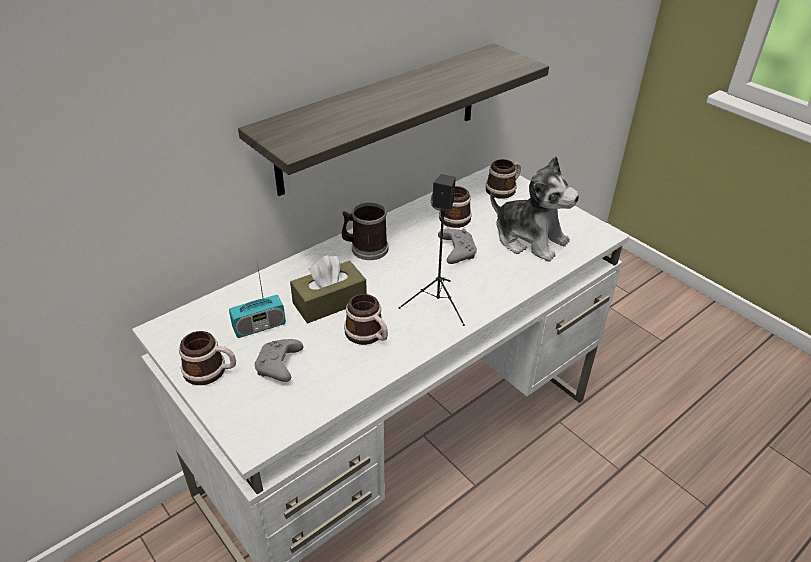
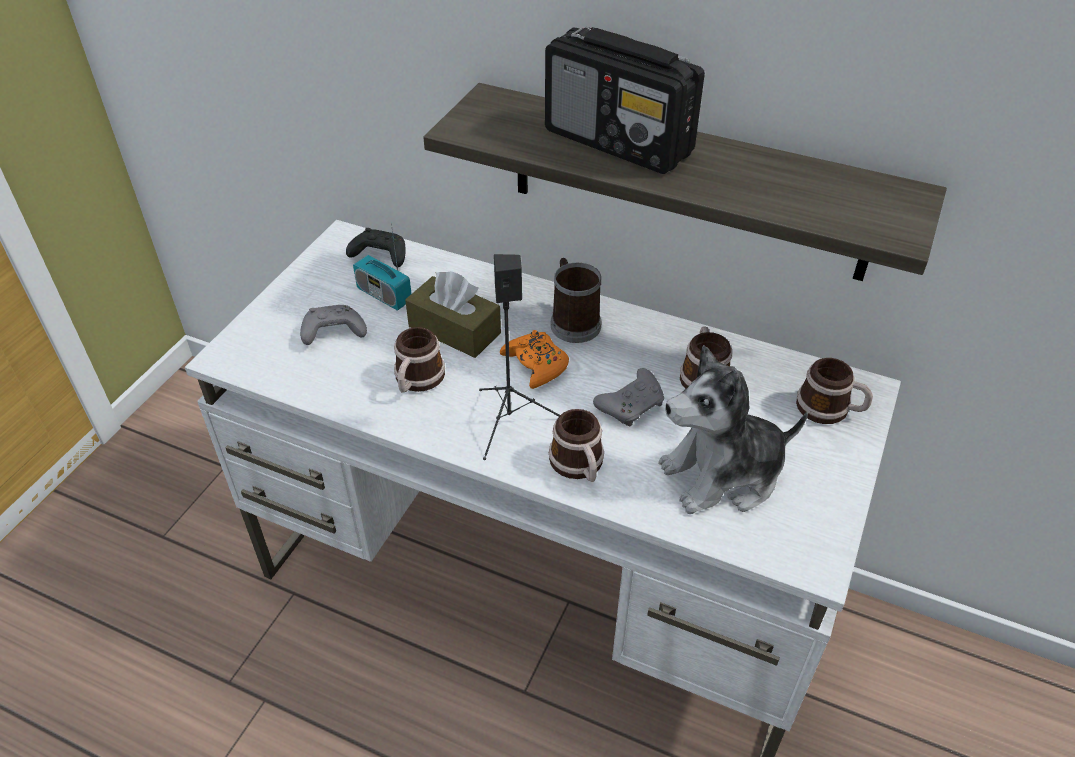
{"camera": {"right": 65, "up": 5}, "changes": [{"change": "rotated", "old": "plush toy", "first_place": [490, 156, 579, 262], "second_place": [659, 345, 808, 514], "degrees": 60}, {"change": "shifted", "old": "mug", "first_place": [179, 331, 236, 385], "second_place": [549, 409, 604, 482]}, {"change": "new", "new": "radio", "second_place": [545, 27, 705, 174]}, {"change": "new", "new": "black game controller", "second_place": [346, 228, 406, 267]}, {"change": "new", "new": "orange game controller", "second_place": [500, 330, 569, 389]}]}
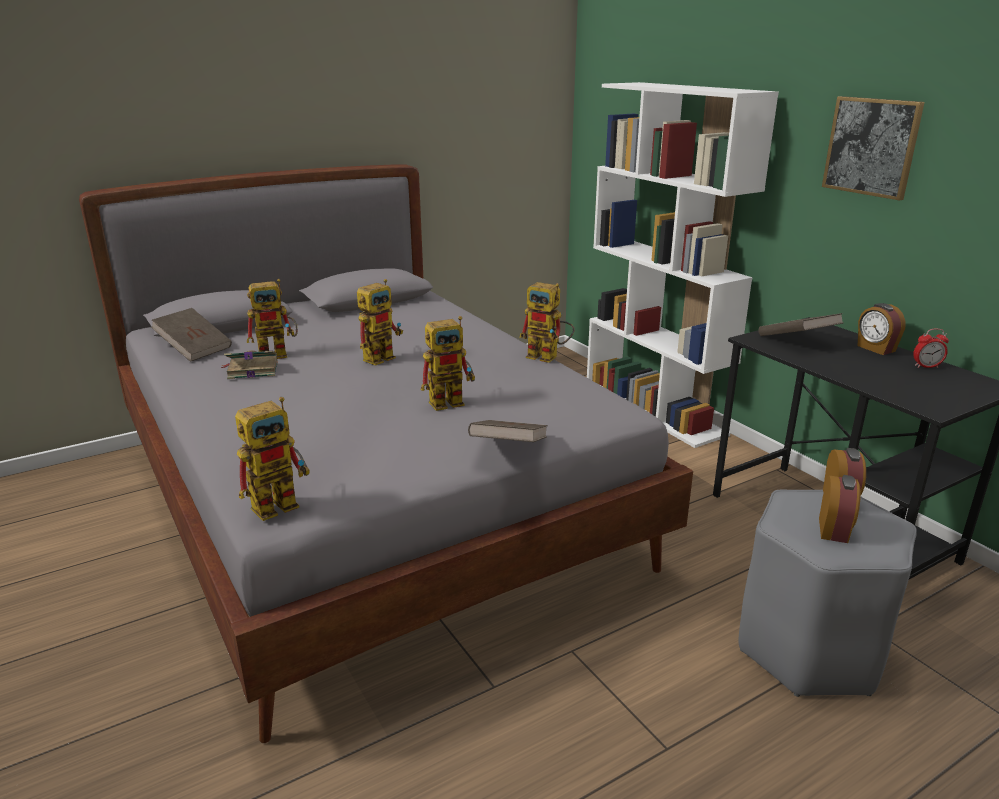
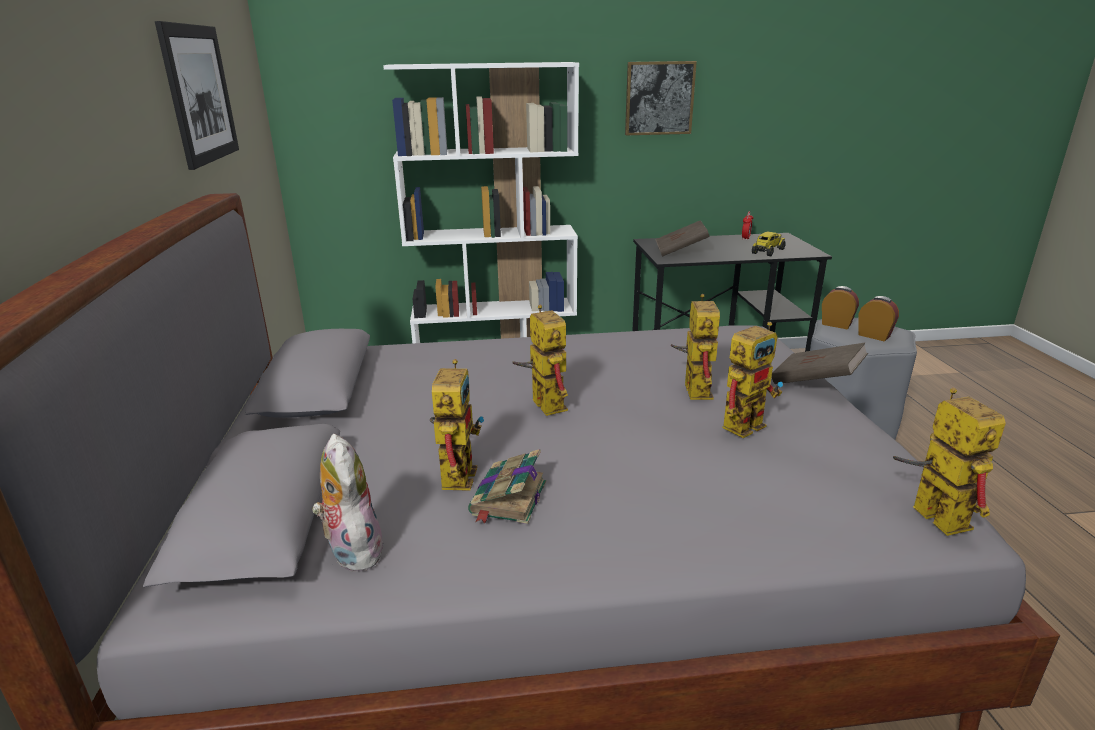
{"camera": {"right": -65, "up": 0}, "changes": [{"change": "shifted", "old": "toy robot", "first_place": [519, 282, 575, 363], "second_place": [723, 322, 783, 438]}, {"change": "gone", "old": "alarm clock", "first_place": [858, 303, 906, 355]}, {"change": "swapped", "old": "brown book", "new": "plush toy", "first_place": [151, 308, 232, 362], "second_place": [312, 434, 384, 572]}, {"change": "new", "new": "picture", "second_place": [155, 21, 239, 170]}, {"change": "new", "new": "toy truck", "second_place": [752, 232, 786, 256]}]}
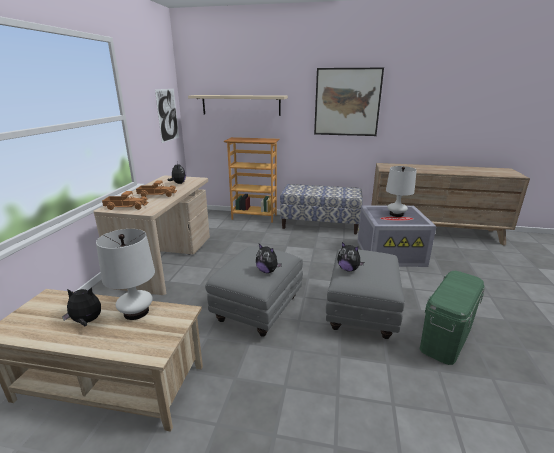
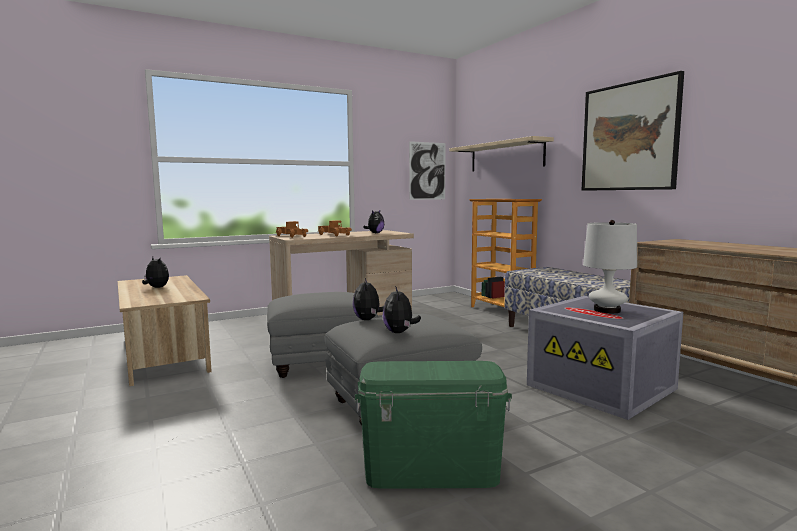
{"camera": {"right": 50, "up": -15}, "changes": [{"change": "gone", "old": "white table lamp", "first_place": [96, 229, 155, 320]}, {"change": "shifted", "old": "plush toy", "first_place": [256, 244, 282, 273], "second_place": [383, 286, 421, 333]}]}
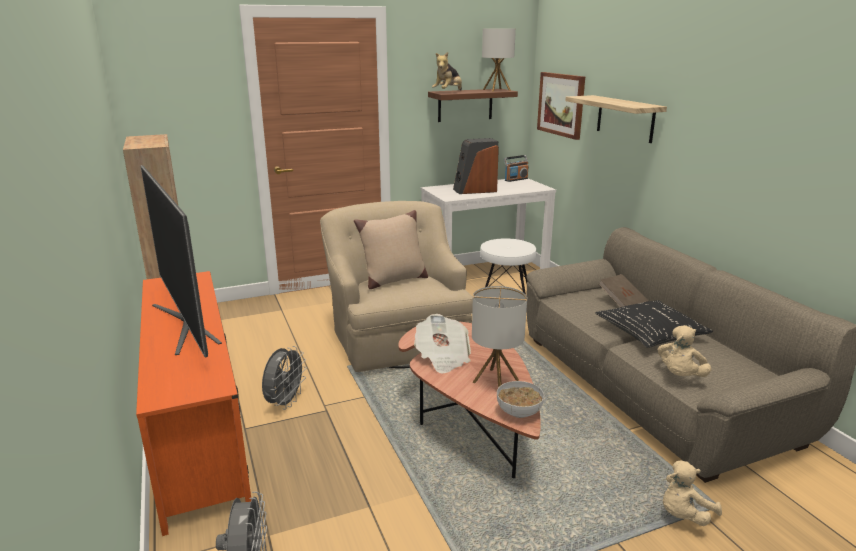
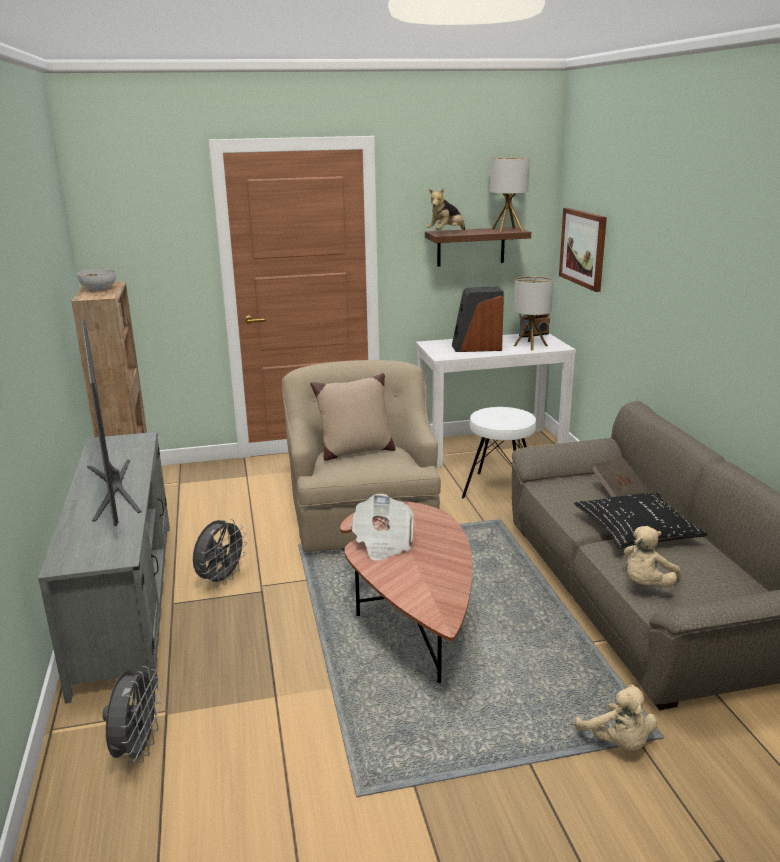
{"camera": {"right": 10, "up": 0}, "changes": [{"change": "gone", "old": "shelf", "first_place": [565, 95, 667, 143]}, {"change": "repainted", "old": "orange tv stand", "new": "grey tv stand", "first_place": [136, 271, 252, 536], "second_place": [38, 432, 170, 704]}, {"change": "shifted", "old": "table lamp", "first_place": [472, 286, 527, 388], "second_place": [514, 276, 553, 351]}, {"change": "shifted", "old": "bowl", "first_place": [497, 381, 544, 418], "second_place": [77, 269, 116, 291]}, {"change": "rotated", "old": "beige plush toy", "first_place": [663, 461, 722, 526], "second_place": [575, 685, 658, 750], "degrees": -90}]}
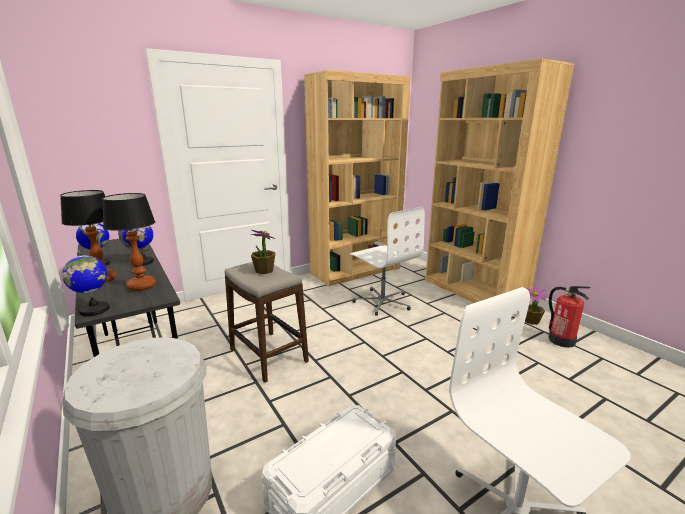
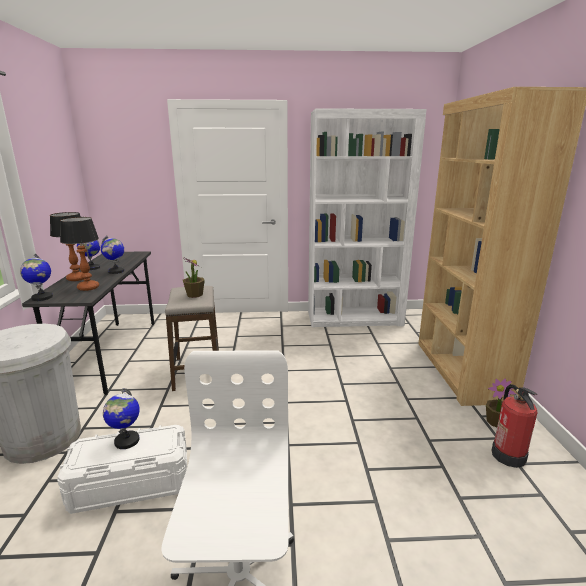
{"camera": {"right": 30, "up": 0}, "changes": [{"change": "repainted", "old": "brown bookcase", "new": "white bookcase", "first_place": [304, 70, 411, 286], "second_place": [308, 108, 426, 327]}, {"change": "gone", "old": "white office chair", "first_place": [350, 207, 425, 316]}, {"change": "new", "new": "globe", "second_place": [103, 388, 140, 449]}]}
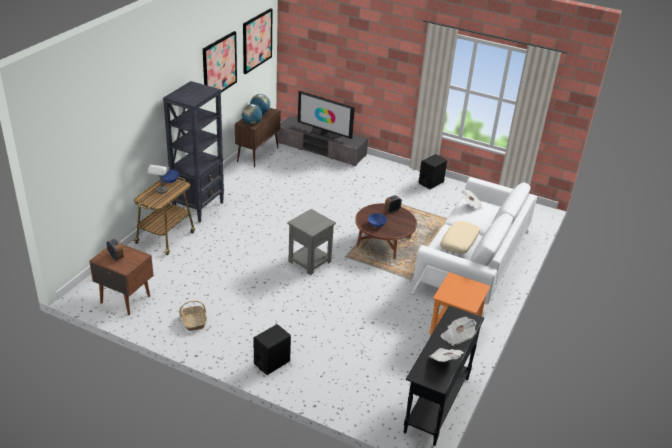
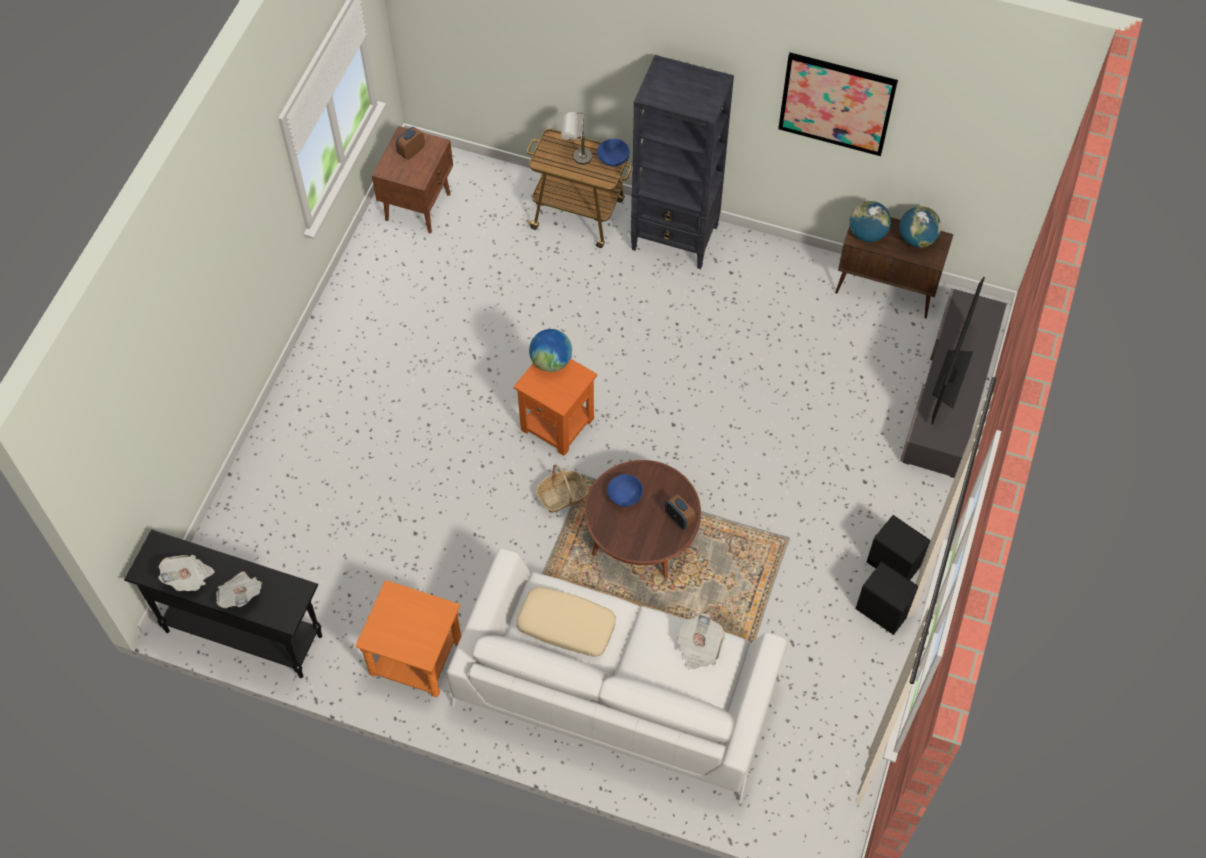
{"camera": {"right": 85, "up": 25}, "changes": [{"change": "gone", "old": "picture", "first_place": [243, 8, 273, 74]}, {"change": "repainted", "old": "grey side table", "new": "orange side table", "first_place": [287, 209, 336, 275], "second_place": [514, 359, 597, 456]}, {"change": "shifted", "old": "basket", "first_place": [179, 301, 207, 331], "second_place": [536, 464, 589, 513]}, {"change": "shifted", "old": "black speaker", "first_place": [254, 324, 291, 375], "second_place": [867, 515, 931, 580]}, {"change": "new", "new": "globe", "second_place": [529, 329, 572, 372]}]}
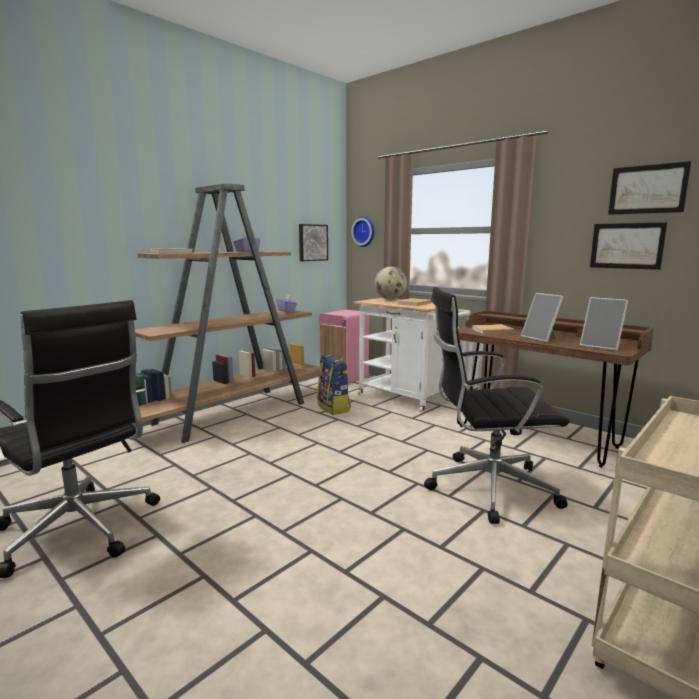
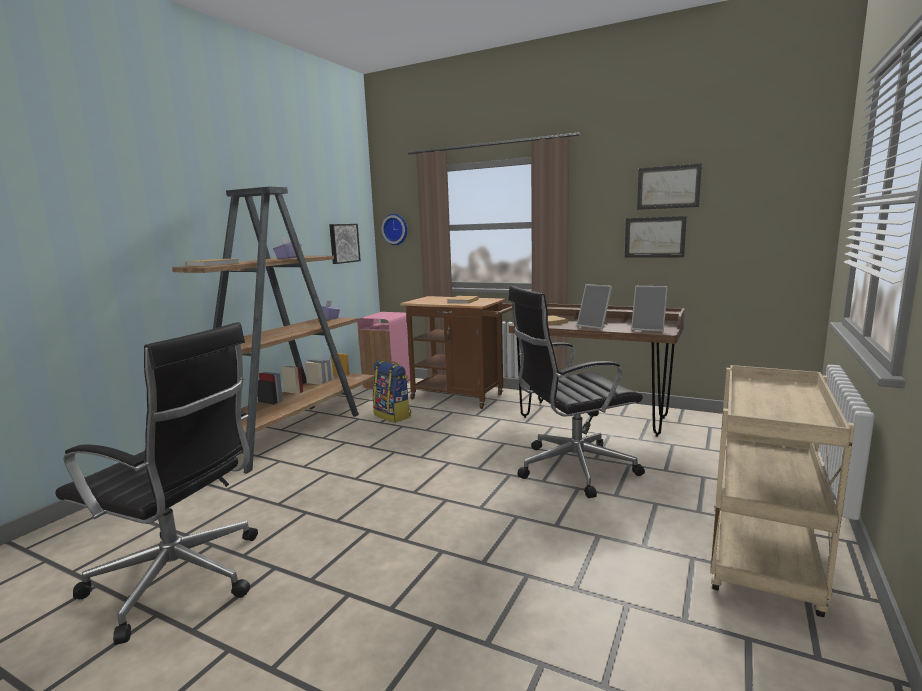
{"camera": {"right": -15, "up": 0}, "changes": [{"change": "gone", "old": "globe", "first_place": [375, 267, 407, 300]}, {"change": "repainted", "old": "white cart", "new": "brown cart", "first_place": [354, 298, 470, 413], "second_place": [400, 296, 513, 409]}]}
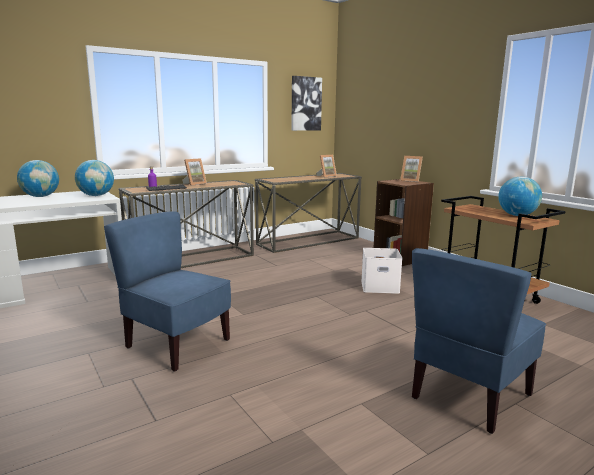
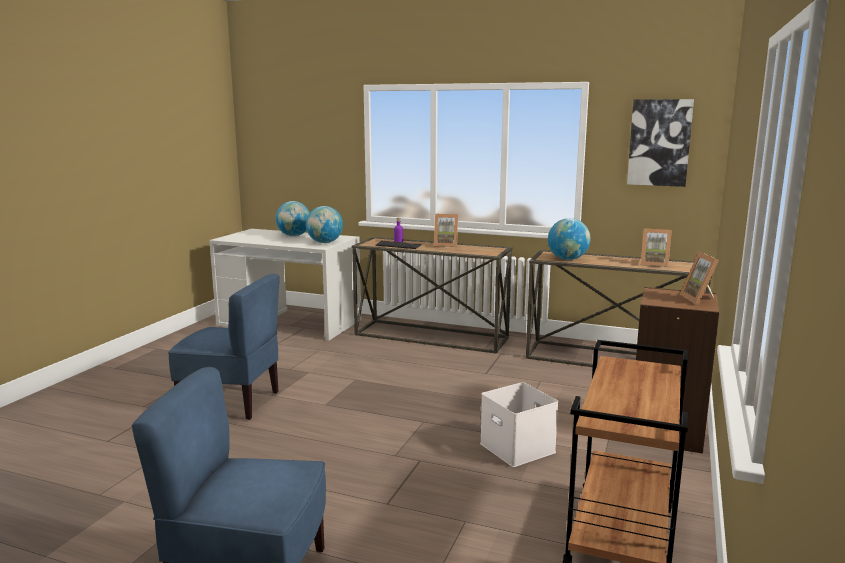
{"camera": {"right": 55, "up": 0}, "changes": [{"change": "shifted", "old": "globe", "first_place": [498, 177, 542, 216], "second_place": [548, 218, 591, 260]}, {"change": "rotated", "old": "blue chair", "first_place": [104, 211, 231, 372], "second_place": [168, 274, 279, 420], "degrees": 105}]}
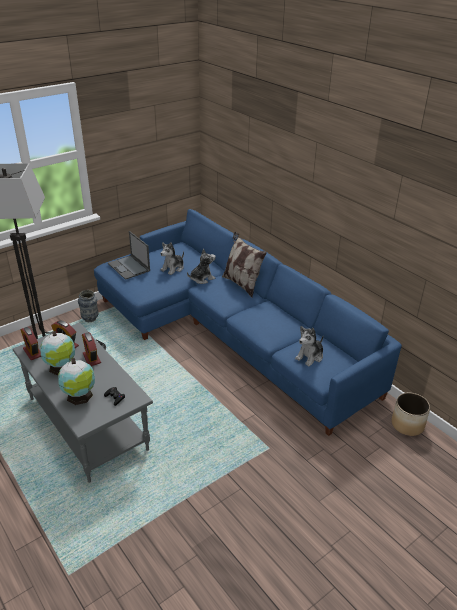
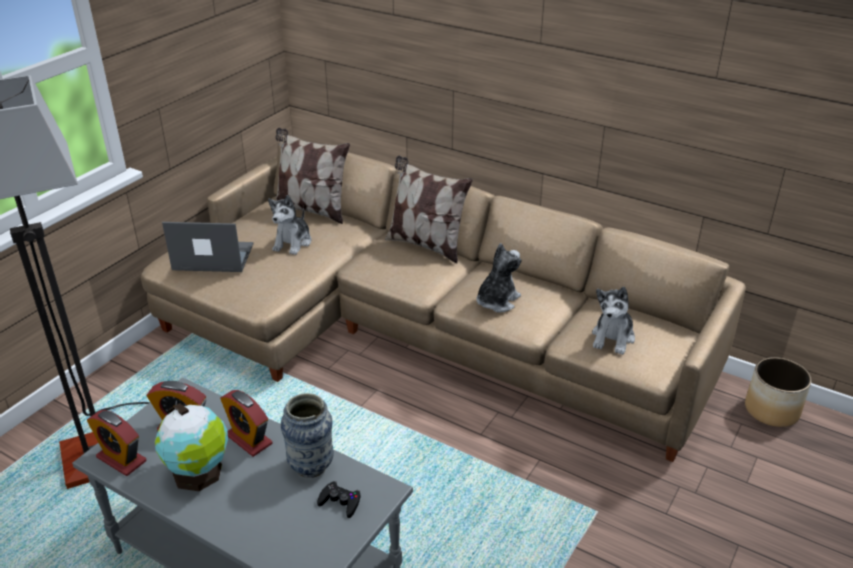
{"camera": {"right": -20, "up": 0}, "changes": [{"change": "repainted", "old": "blue sofa", "new": "beige sofa", "first_place": [94, 209, 402, 436], "second_place": [141, 135, 746, 462]}, {"change": "rotated", "old": "laptop", "first_place": [108, 231, 150, 280], "second_place": [162, 222, 253, 272], "degrees": 150}, {"change": "shifted", "old": "plush toy", "first_place": [187, 249, 216, 284], "second_place": [476, 243, 521, 313]}, {"change": "shifted", "old": "vase", "first_place": [78, 290, 99, 322], "second_place": [281, 393, 334, 478]}, {"change": "gone", "old": "globe", "first_place": [58, 358, 95, 405]}, {"change": "new", "new": "pillow", "second_place": [275, 128, 350, 224]}]}
